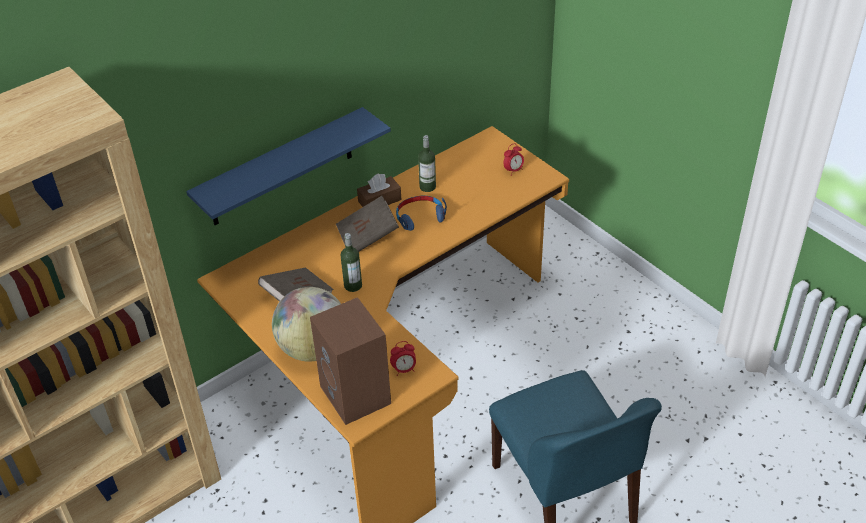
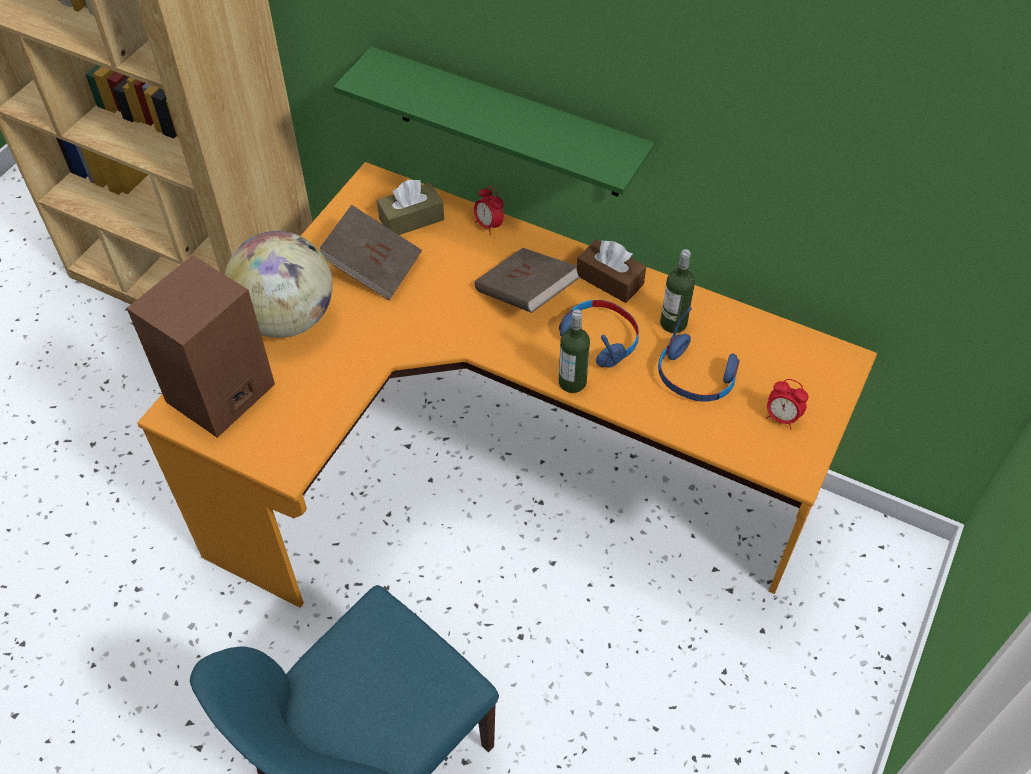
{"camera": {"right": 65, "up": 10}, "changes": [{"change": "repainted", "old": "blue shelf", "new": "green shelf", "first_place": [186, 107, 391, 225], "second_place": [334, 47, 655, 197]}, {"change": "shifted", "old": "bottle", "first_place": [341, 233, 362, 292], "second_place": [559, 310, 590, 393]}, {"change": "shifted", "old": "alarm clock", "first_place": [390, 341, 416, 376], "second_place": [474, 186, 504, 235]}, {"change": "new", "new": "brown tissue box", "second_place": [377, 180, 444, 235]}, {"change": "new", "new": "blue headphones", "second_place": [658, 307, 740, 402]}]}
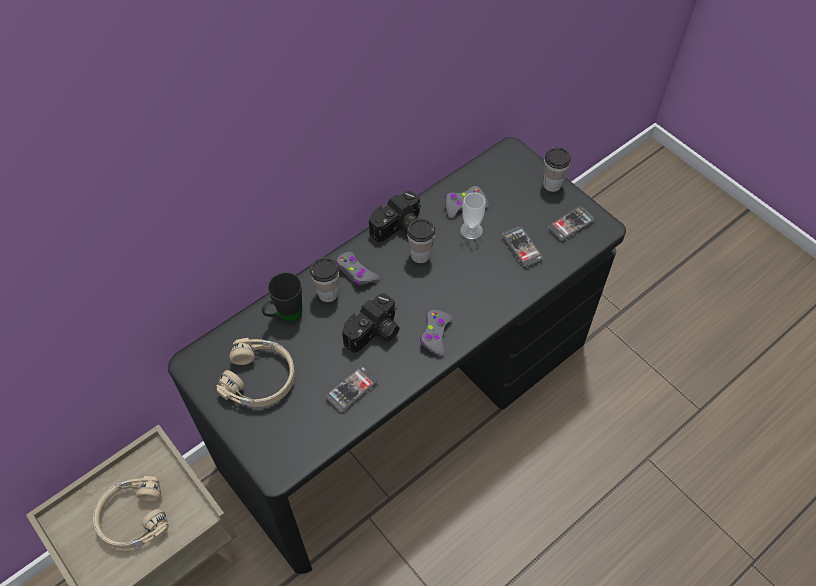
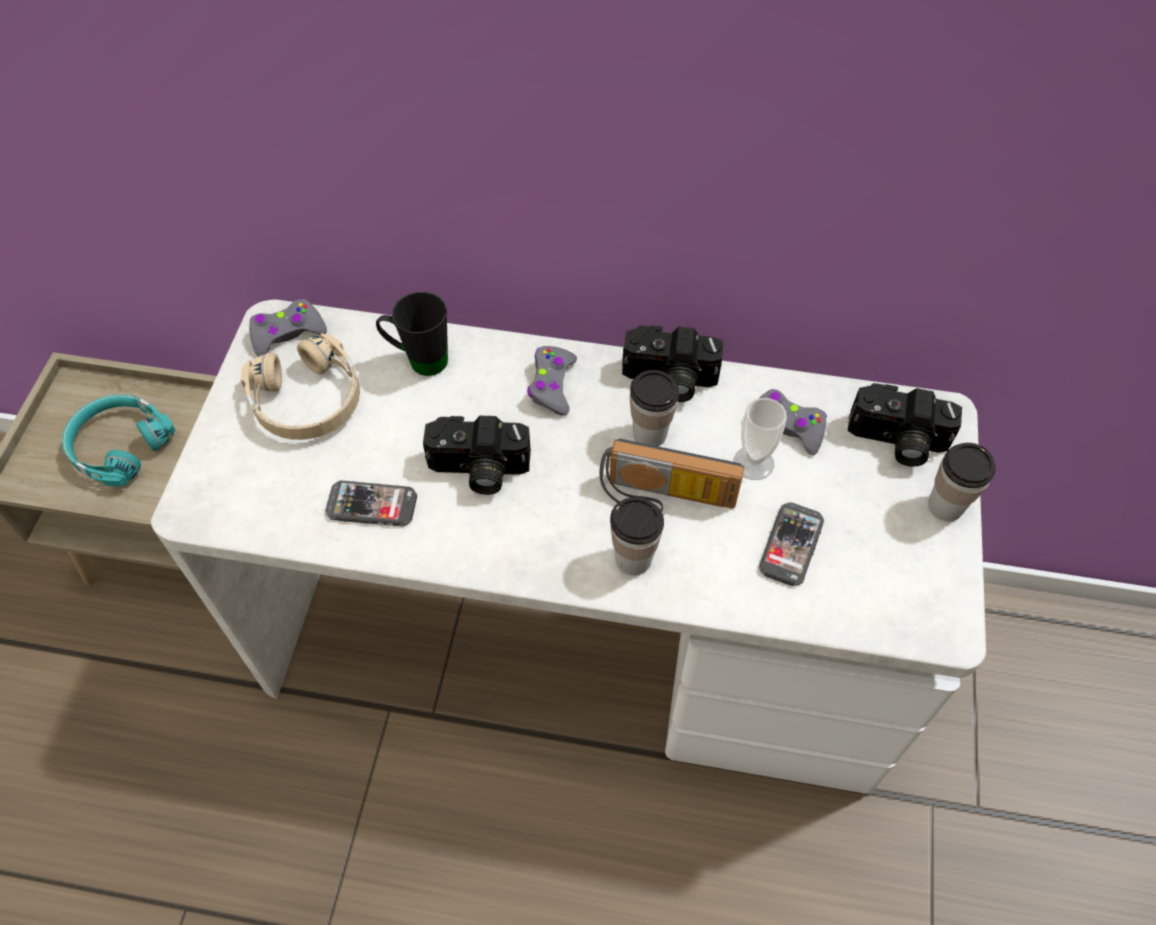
{"camera": {"right": 50, "up": 0}, "changes": [{"change": "repainted", "old": "black desk", "new": "white desk", "first_place": [168, 137, 626, 574], "second_place": [151, 299, 986, 794]}, {"change": "gone", "old": "phone", "first_place": [548, 206, 594, 241]}, {"change": "shifted", "old": "cup", "first_place": [310, 258, 339, 302], "second_place": [610, 497, 664, 576]}, {"change": "shifted", "old": "grey game controller", "first_place": [420, 310, 453, 356], "second_place": [249, 299, 327, 356]}, {"change": "repainted", "old": "beige headphones", "new": "turquoise headphones", "first_place": [93, 476, 169, 549], "second_place": [62, 394, 176, 487]}, {"change": "new", "new": "photo camera", "second_place": [848, 383, 962, 467]}, {"change": "new", "new": "radio", "second_place": [599, 439, 744, 512]}]}
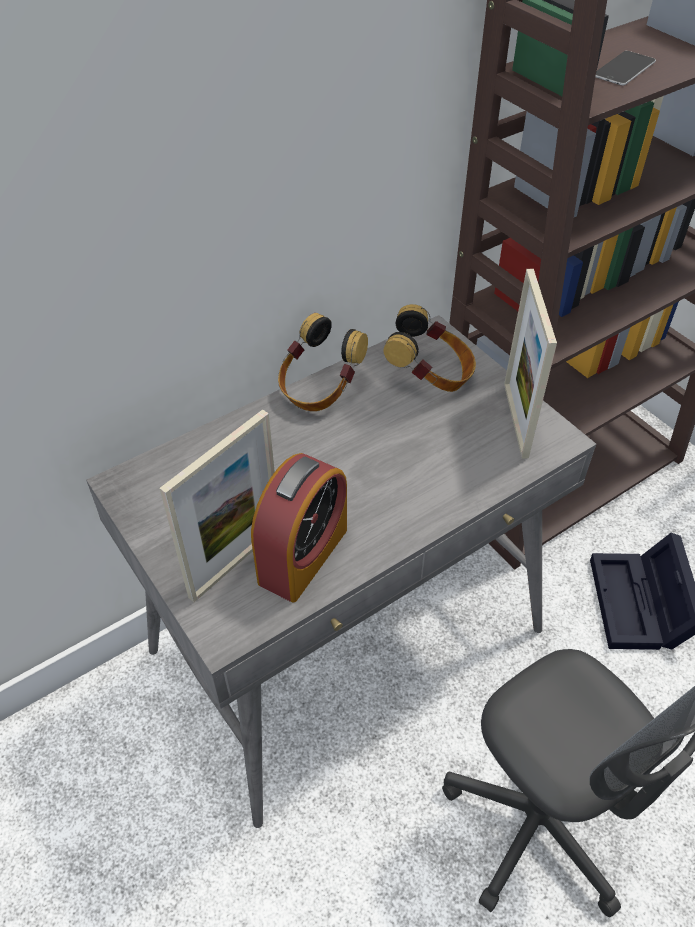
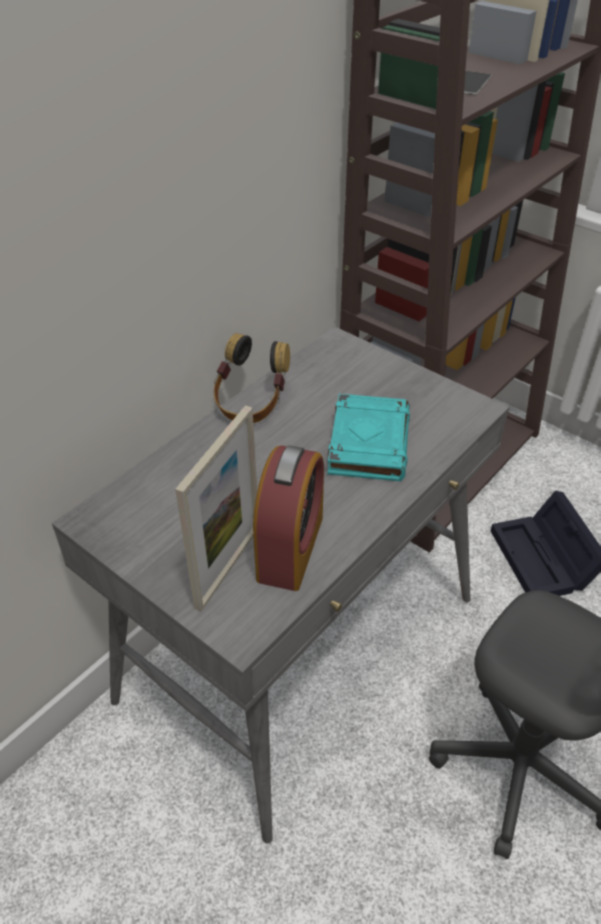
{"camera": {"right": -15, "up": -5}, "changes": [{"change": "gone", "old": "picture frame", "first_place": [504, 269, 557, 459]}, {"change": "gone", "old": "headphones", "first_place": [384, 304, 476, 392]}, {"change": "new", "new": "turquoise book", "second_place": [327, 394, 410, 481]}]}
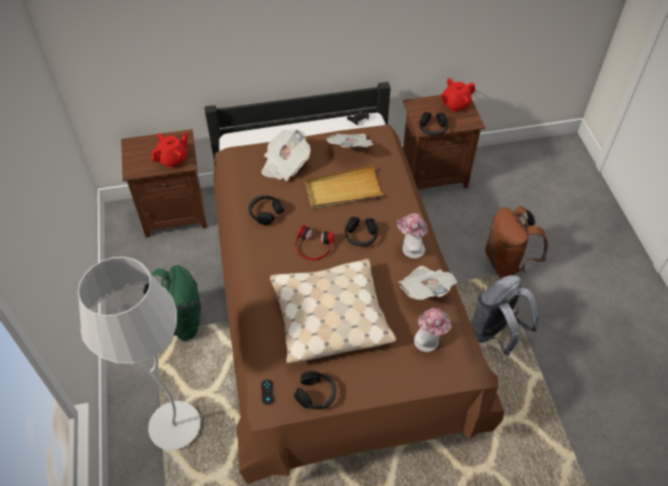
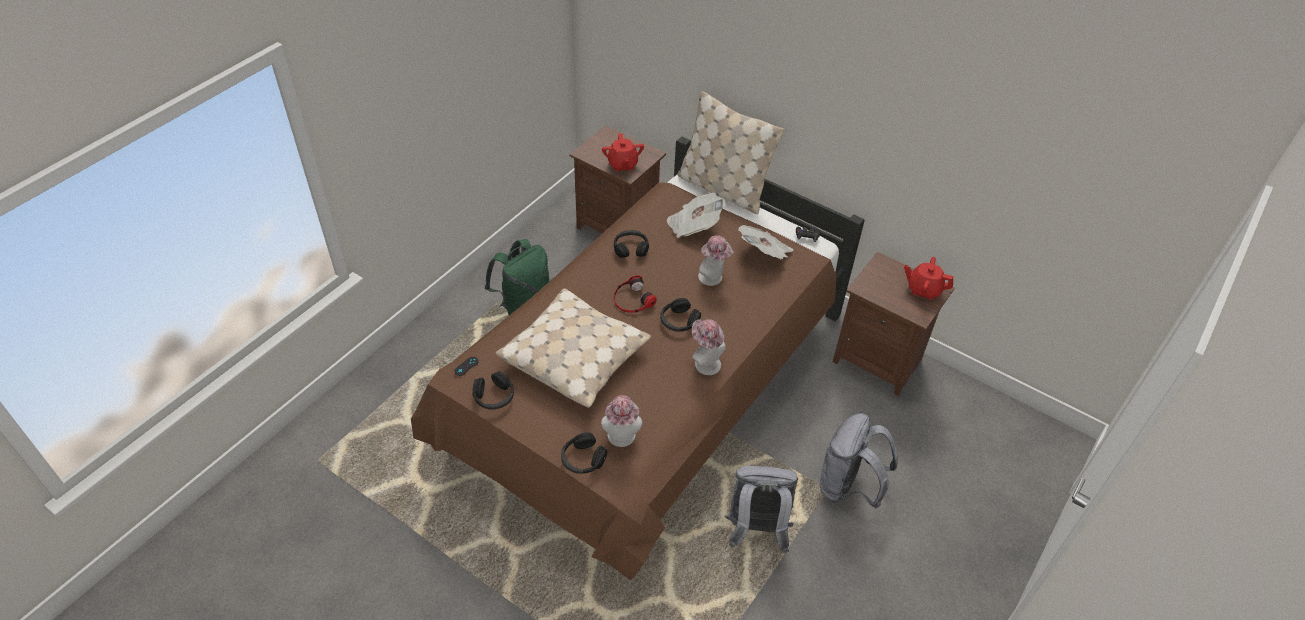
{"camera": {"right": 45, "up": -5}, "changes": [{"change": "shifted", "old": "black headphones", "first_place": [419, 112, 448, 136], "second_place": [561, 432, 608, 474]}, {"change": "rotated", "old": "red teapot", "first_place": [151, 133, 188, 168], "second_place": [602, 134, 644, 171], "degrees": 75}, {"change": "swapped", "old": "beige tray", "new": "hat", "first_place": [305, 165, 384, 209], "second_place": [698, 235, 733, 286]}, {"change": "repainted", "old": "brown backpack", "new": "grey backpack", "first_place": [485, 206, 548, 278], "second_place": [820, 413, 898, 508]}, {"change": "gone", "old": "white floor lamp", "first_place": [78, 257, 201, 450]}, {"change": "gone", "old": "newspaper", "first_place": [398, 266, 457, 300]}, {"change": "new", "new": "beige pillow", "second_place": [677, 91, 784, 214]}]}
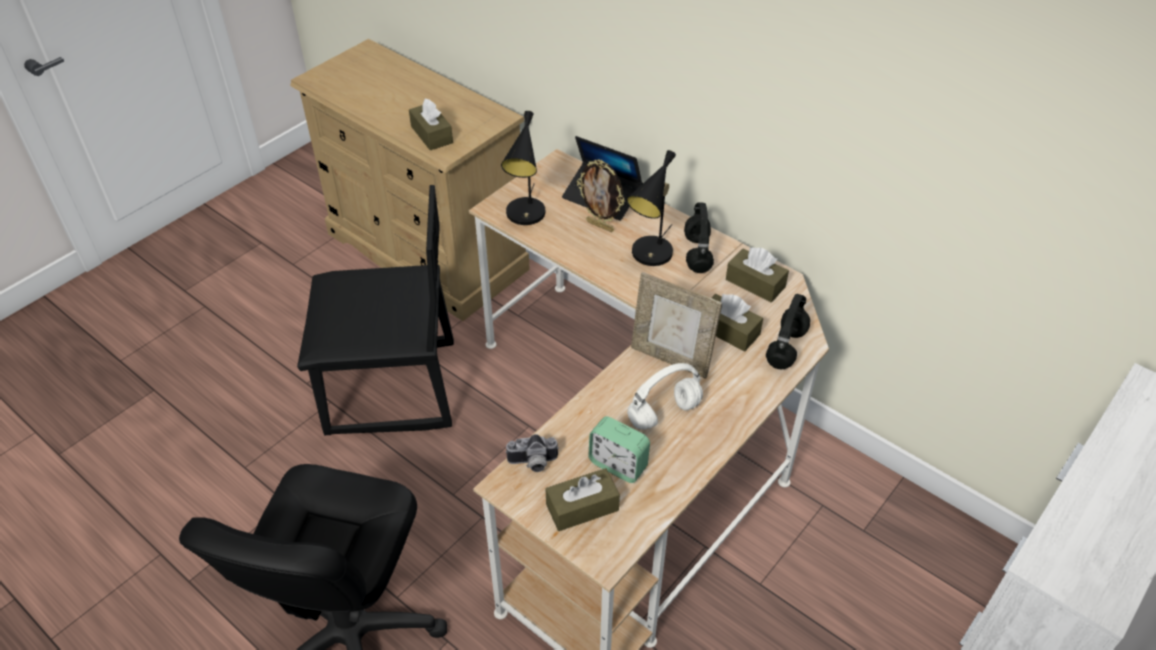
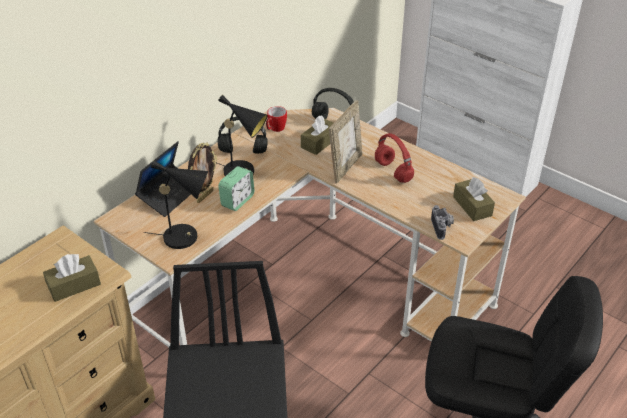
{"camera": {"right": -90, "up": -5}, "changes": [{"change": "swapped", "old": "brown tissue box", "new": "mug", "first_place": [726, 247, 789, 302], "second_place": [266, 106, 287, 132]}, {"change": "repainted", "old": "white headphones", "new": "red headphones", "first_place": [627, 363, 703, 430], "second_place": [375, 133, 414, 183]}, {"change": "shifted", "old": "alarm clock", "first_place": [588, 416, 650, 483], "second_place": [218, 166, 255, 211]}]}
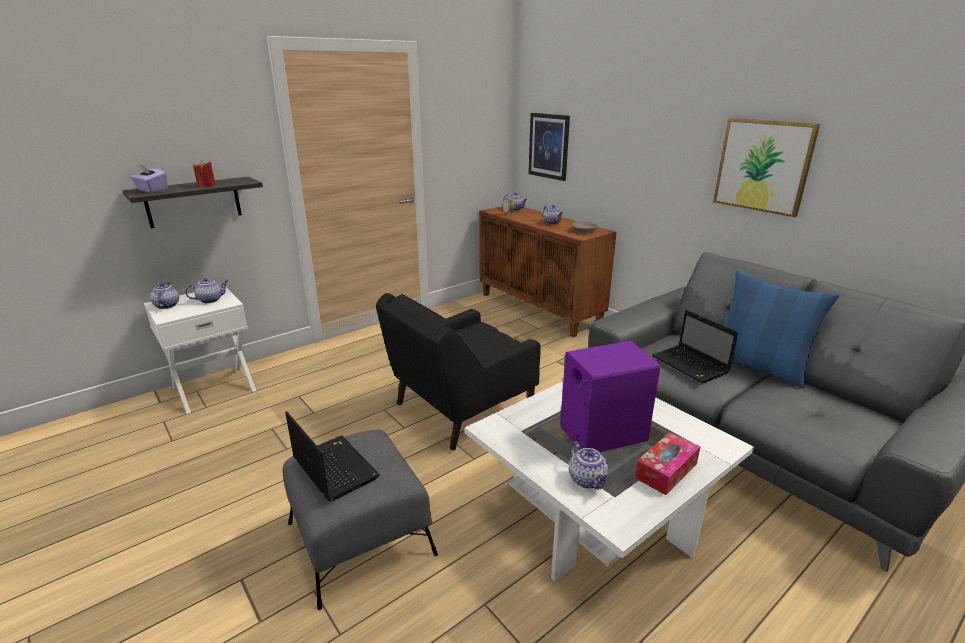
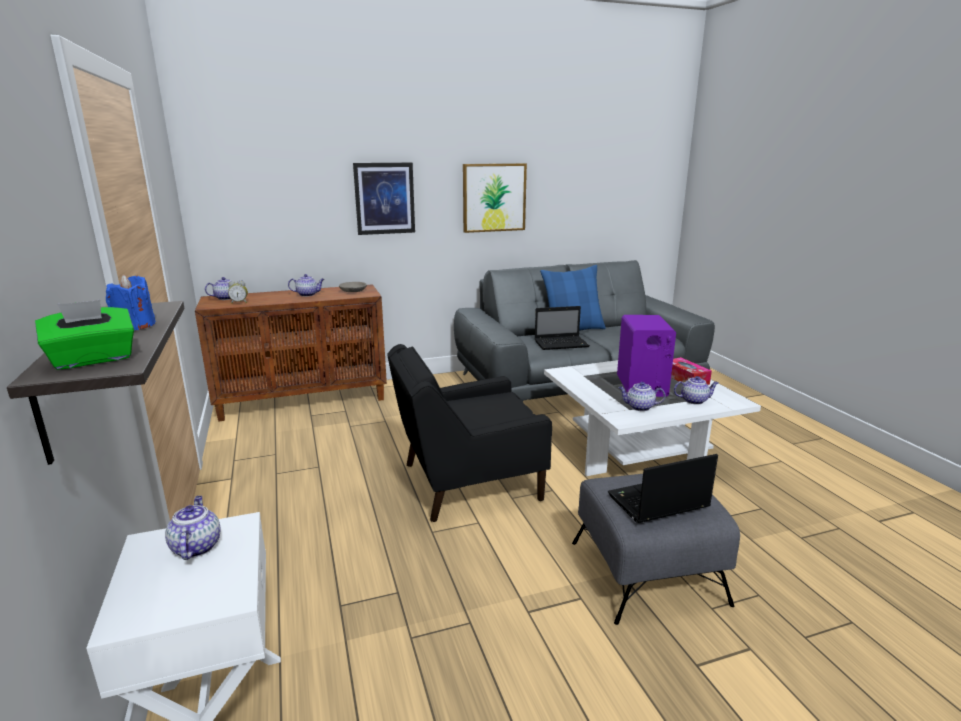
{"camera": {"right": -70, "up": -5}, "changes": [{"change": "shifted", "old": "picture", "first_place": [528, 113, 570, 181], "second_place": [353, 162, 415, 235]}, {"change": "repainted", "old": "red candle", "new": "blue candle", "first_place": [193, 160, 216, 187], "second_place": [106, 275, 156, 330]}, {"change": "repainted", "old": "purple tissue box", "new": "green tissue box", "first_place": [131, 164, 168, 193], "second_place": [35, 300, 134, 370]}, {"change": "shifted", "old": "teapot", "first_place": [150, 282, 179, 309], "second_place": [618, 382, 665, 411]}, {"change": "rotated", "old": "black armchair", "first_place": [376, 293, 541, 450], "second_place": [387, 344, 552, 522], "degrees": 90}]}
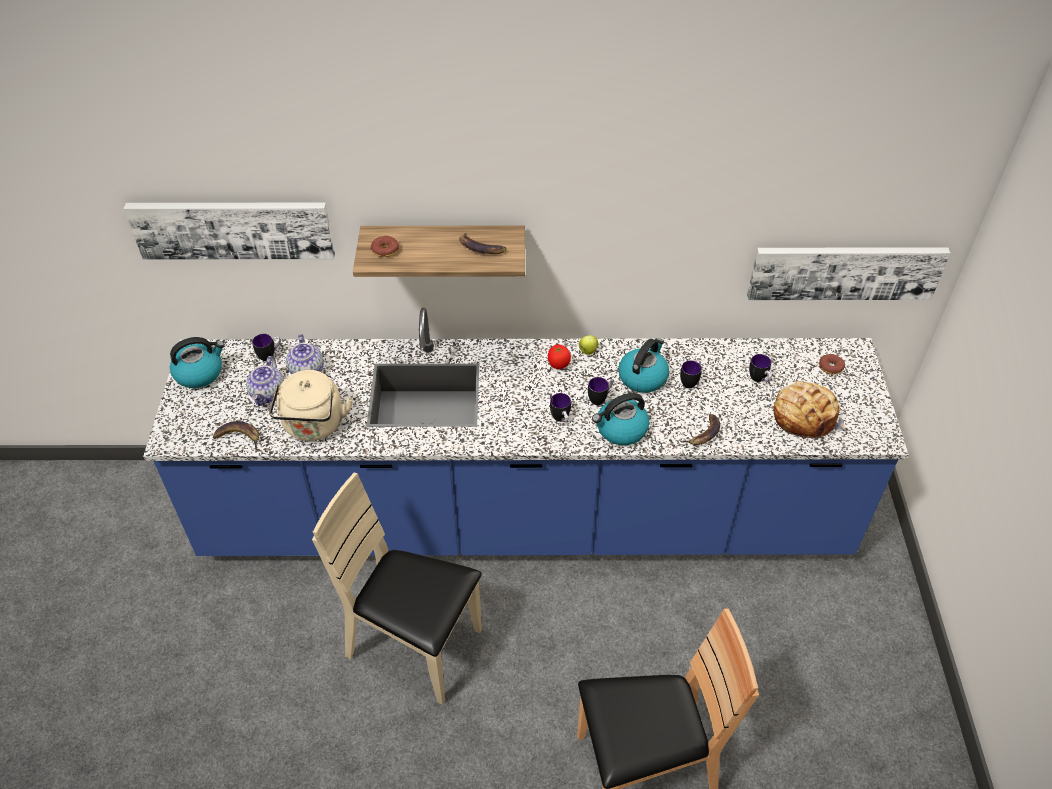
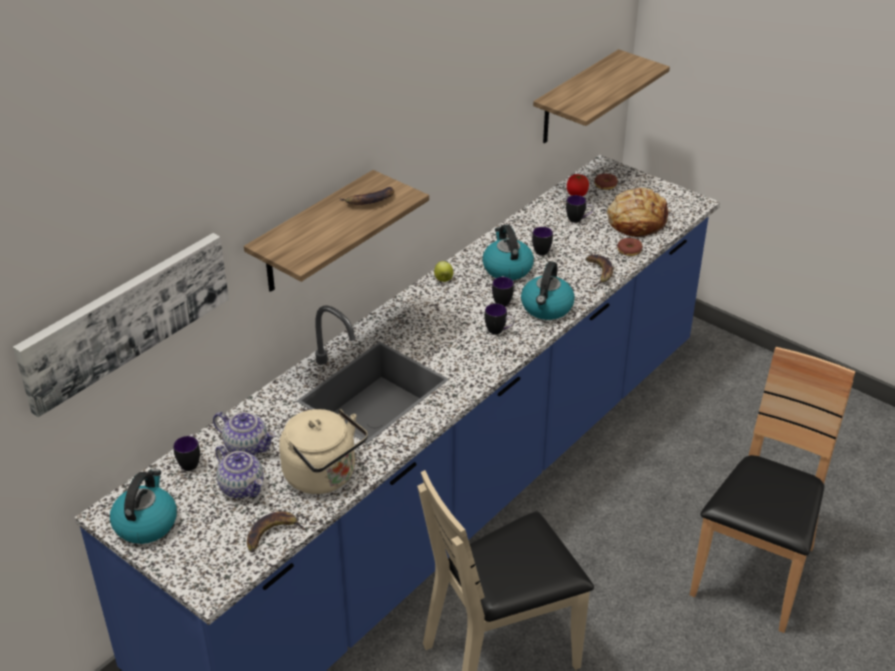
{"camera": {"right": -50, "up": -10}, "changes": [{"change": "shifted", "old": "donut", "first_place": [371, 236, 399, 257], "second_place": [617, 238, 642, 256]}, {"change": "swapped", "old": "picture", "new": "shelf", "first_place": [747, 247, 950, 300], "second_place": [533, 49, 670, 143]}, {"change": "shifted", "old": "tomato", "first_place": [548, 345, 571, 369], "second_place": [567, 174, 589, 196]}]}
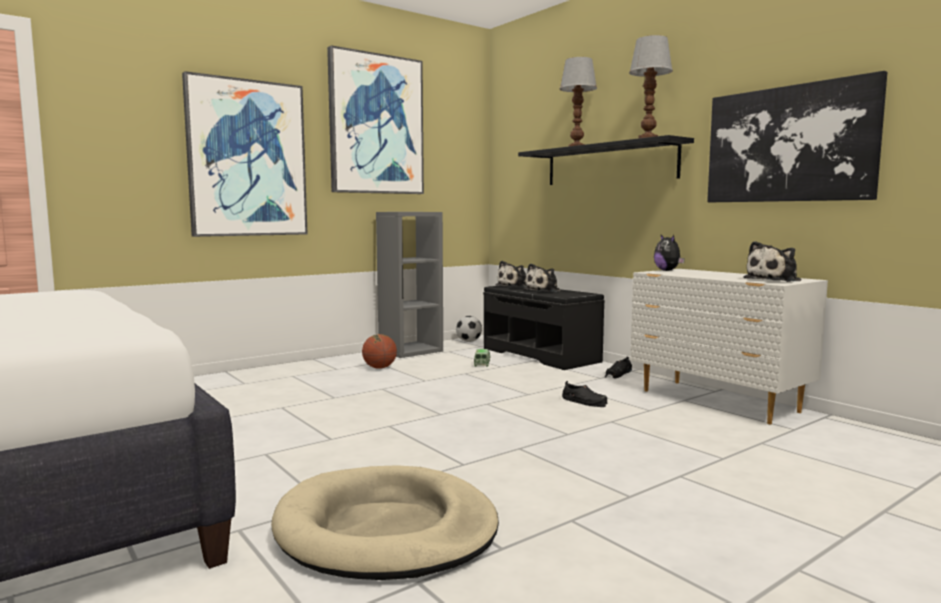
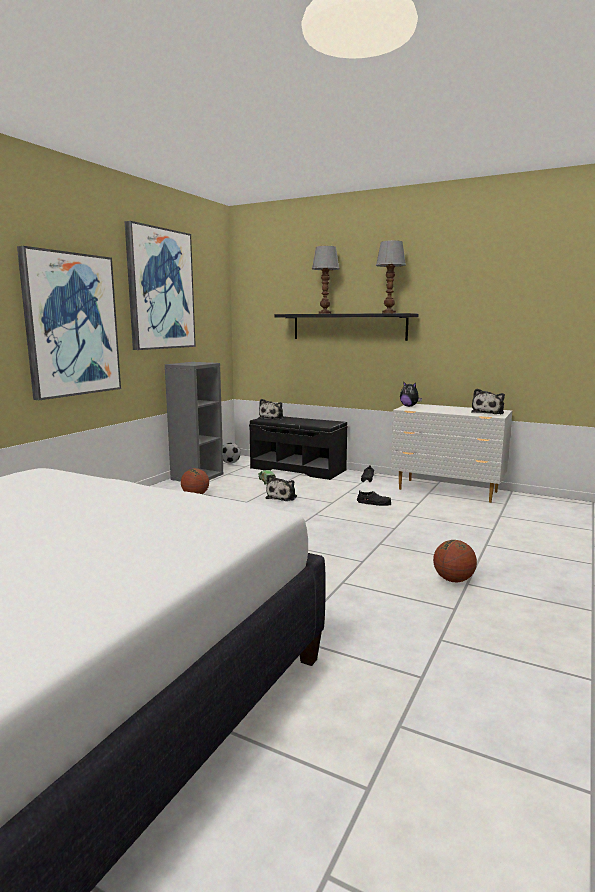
{"camera": {"right": -25, "up": 5}, "changes": [{"change": "gone", "old": "picture", "first_place": [707, 71, 887, 202]}, {"change": "shifted", "old": "plush toy", "first_place": [524, 264, 561, 292], "second_place": [266, 475, 297, 501]}, {"change": "gone", "old": "beige dog bed", "first_place": [271, 466, 499, 580]}, {"change": "new", "new": "basketball", "second_place": [433, 540, 477, 582]}]}
